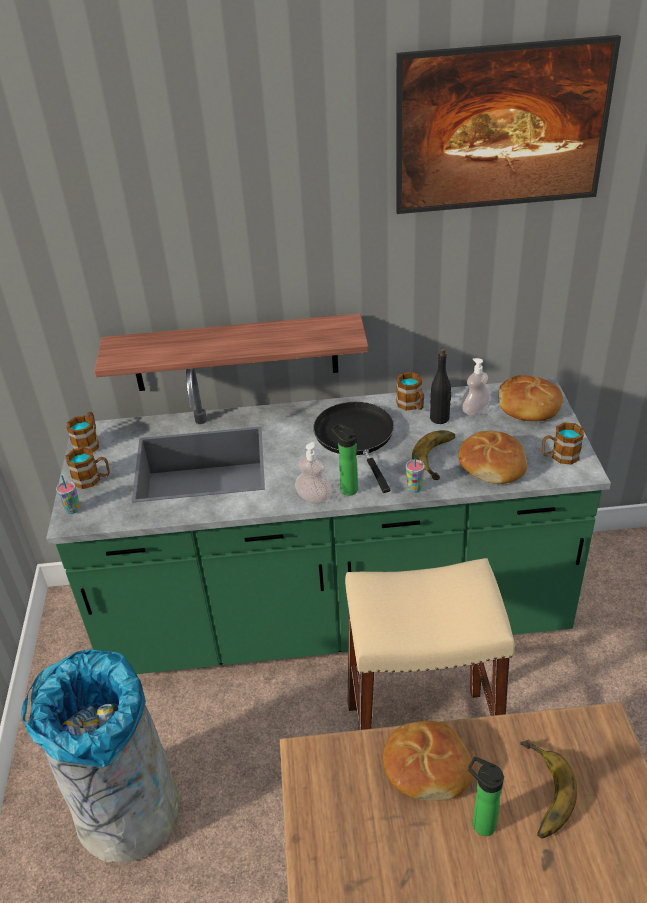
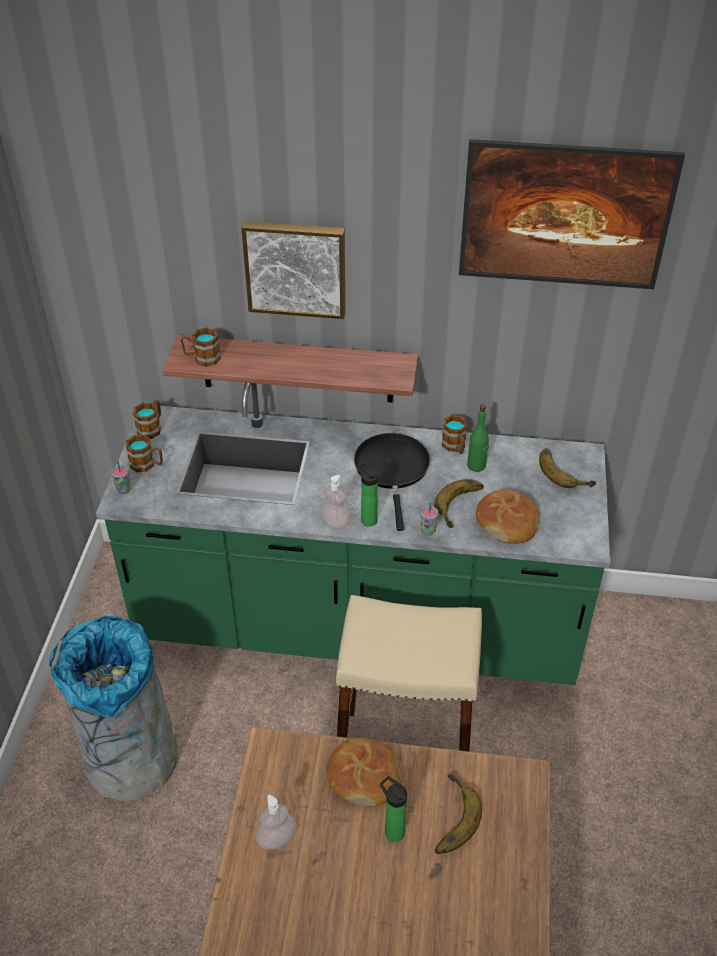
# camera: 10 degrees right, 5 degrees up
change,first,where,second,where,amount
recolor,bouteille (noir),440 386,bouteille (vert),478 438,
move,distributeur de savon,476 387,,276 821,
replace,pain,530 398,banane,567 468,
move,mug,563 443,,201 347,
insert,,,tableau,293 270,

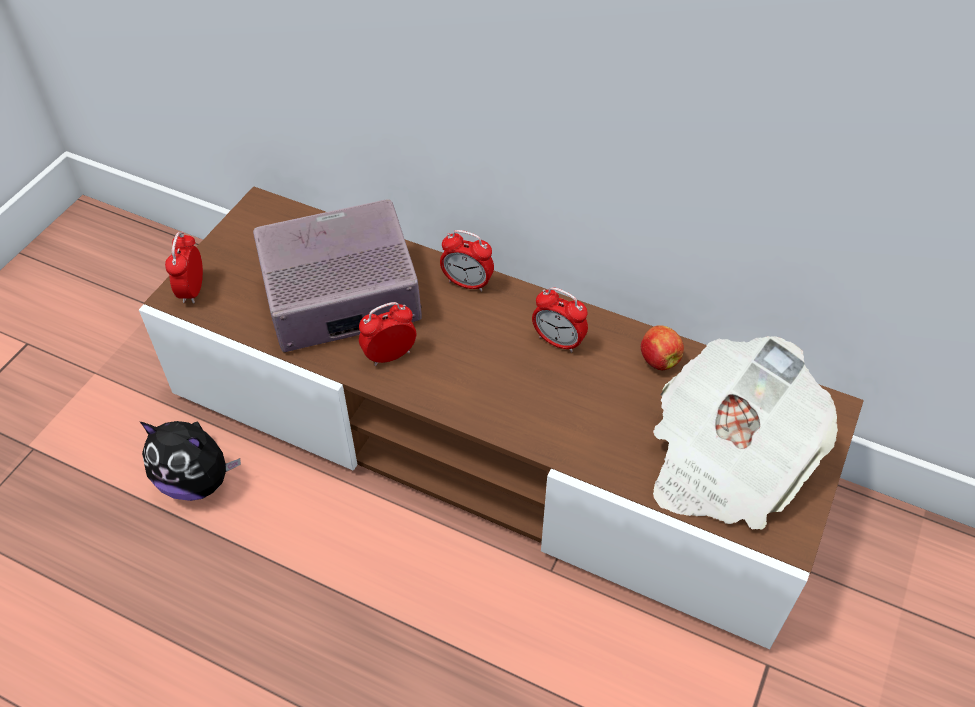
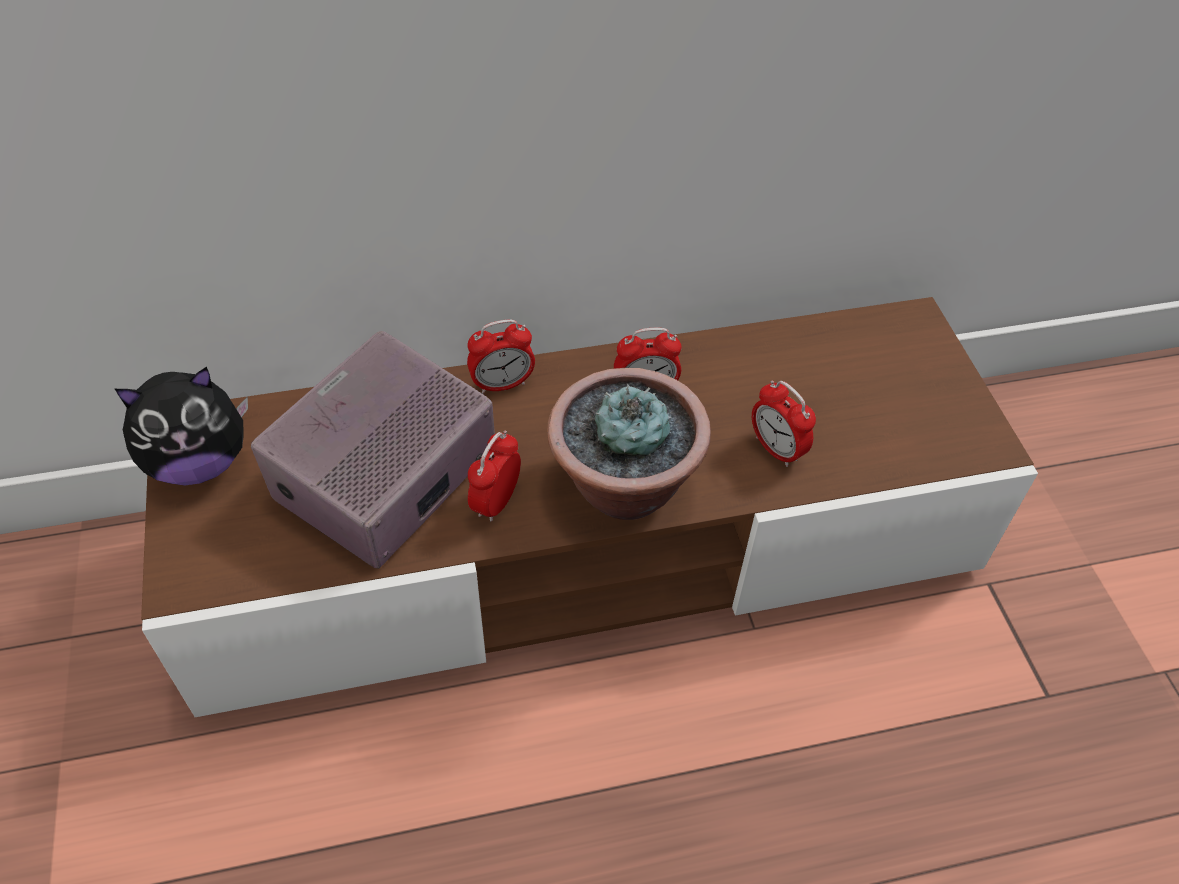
# camera: 40 degrees left, 0 degrees up
change,first,where,second,where,amount
move,peluche,190 461,,181 426,
move,réveil,184 267,,784 424,
delete,pomme,662 347,,,
delete,journal,745 433,,,
insert,,,plante en pot,629 444,

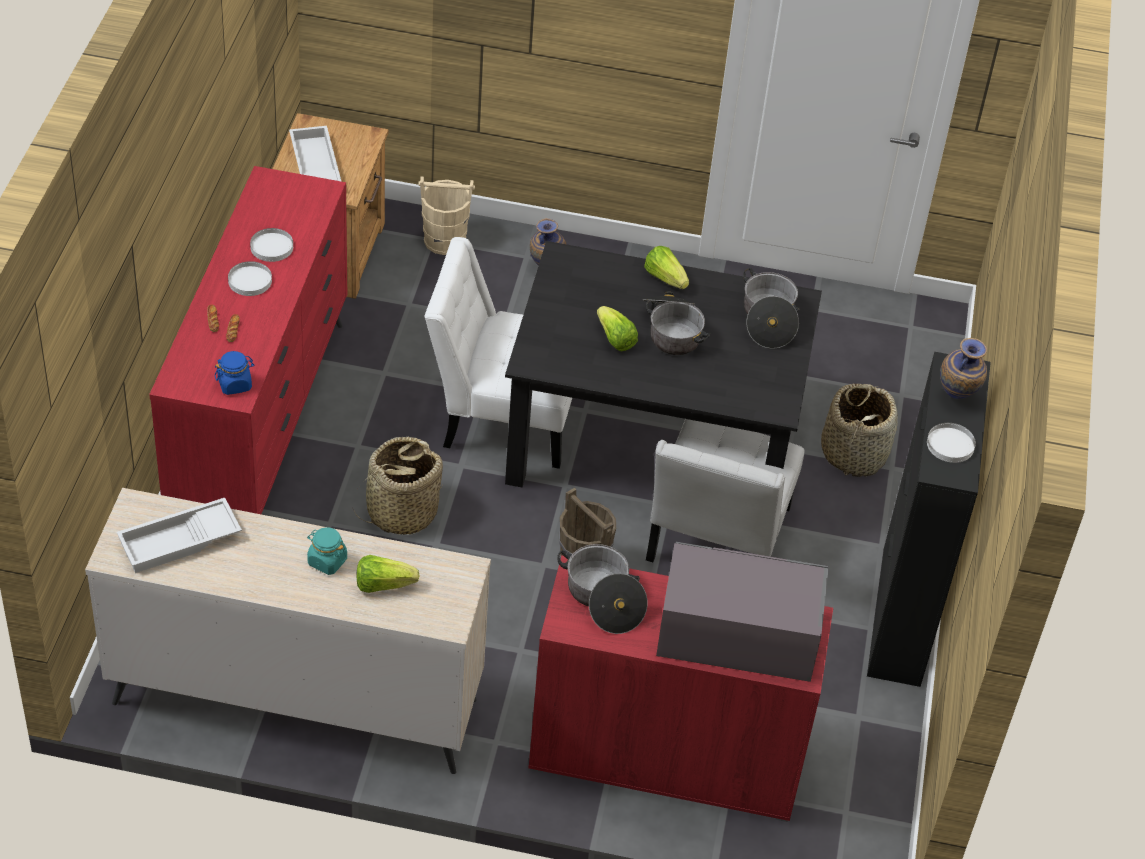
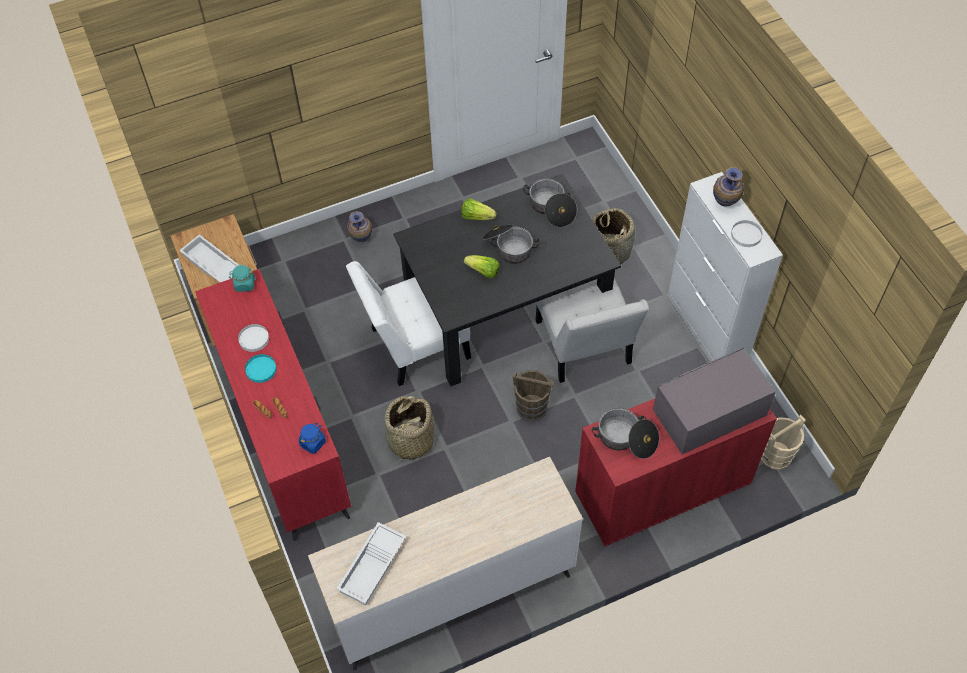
# camera: 30 degrees left, 10 degrees up
change,first,where,second,where,amount
recolor,assiette (blanc),250 278,assiette (turquoise),260 368,
move,bocal (turquoise),327 551,,242 278,
delete,laitue,388 574,,,
move,seau (beige),446 215,,783 442,
recolor,meuble de rangement (noir),929 519,meuble de rangement (blanc),725 267,

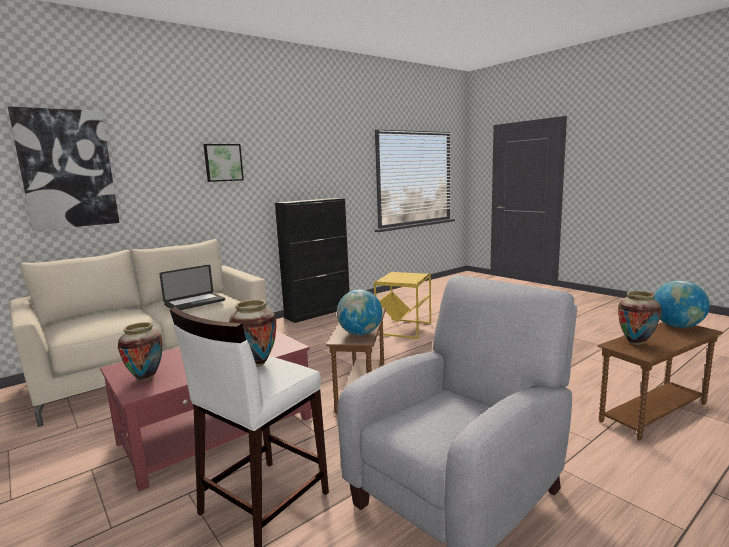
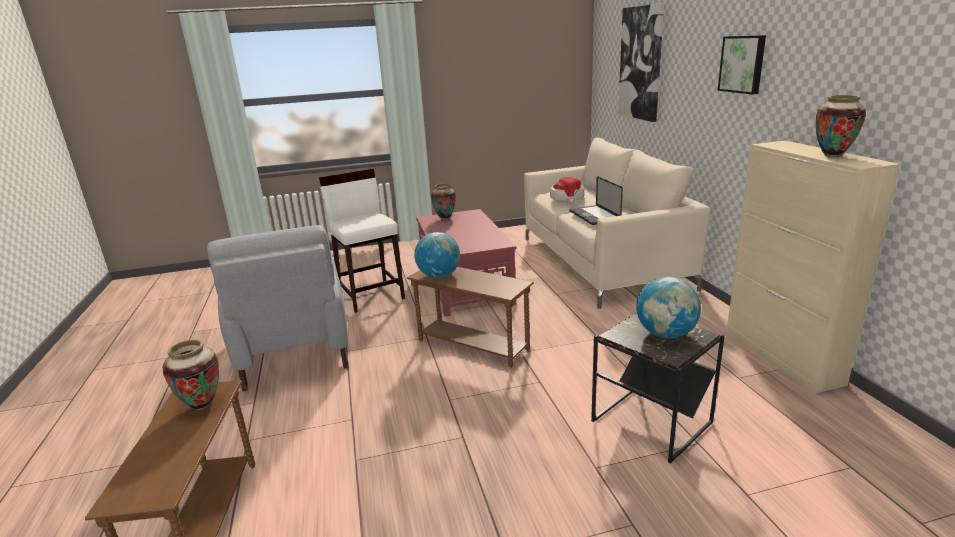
# camera: 115 degrees right, 10 degrees up
change,first,where,second,where,amount
move,vase,252 333,,841 126,
recolor,meuble de rangement (noir),312 260,meuble de rangement (beige),813 267,
recolor,table d'appoint (jaune),402 305,table d'appoint (noir),658 388,
move,globe,682 304,,668 307,
insert,,,chapeau,567 190,

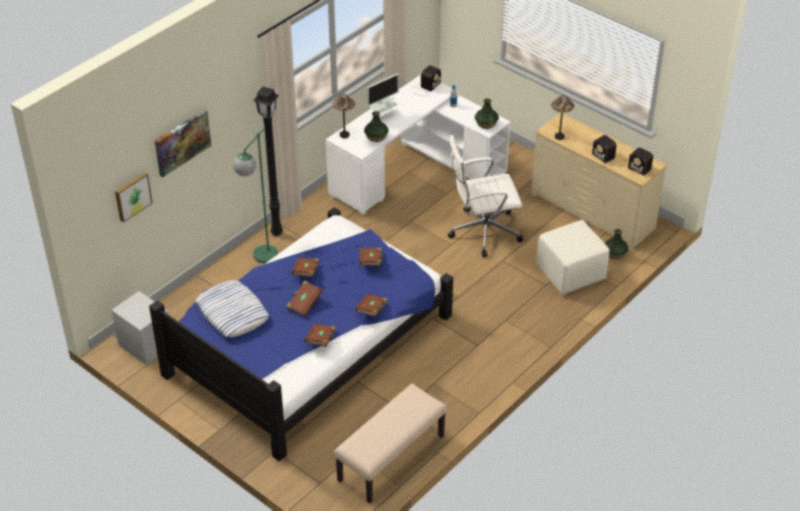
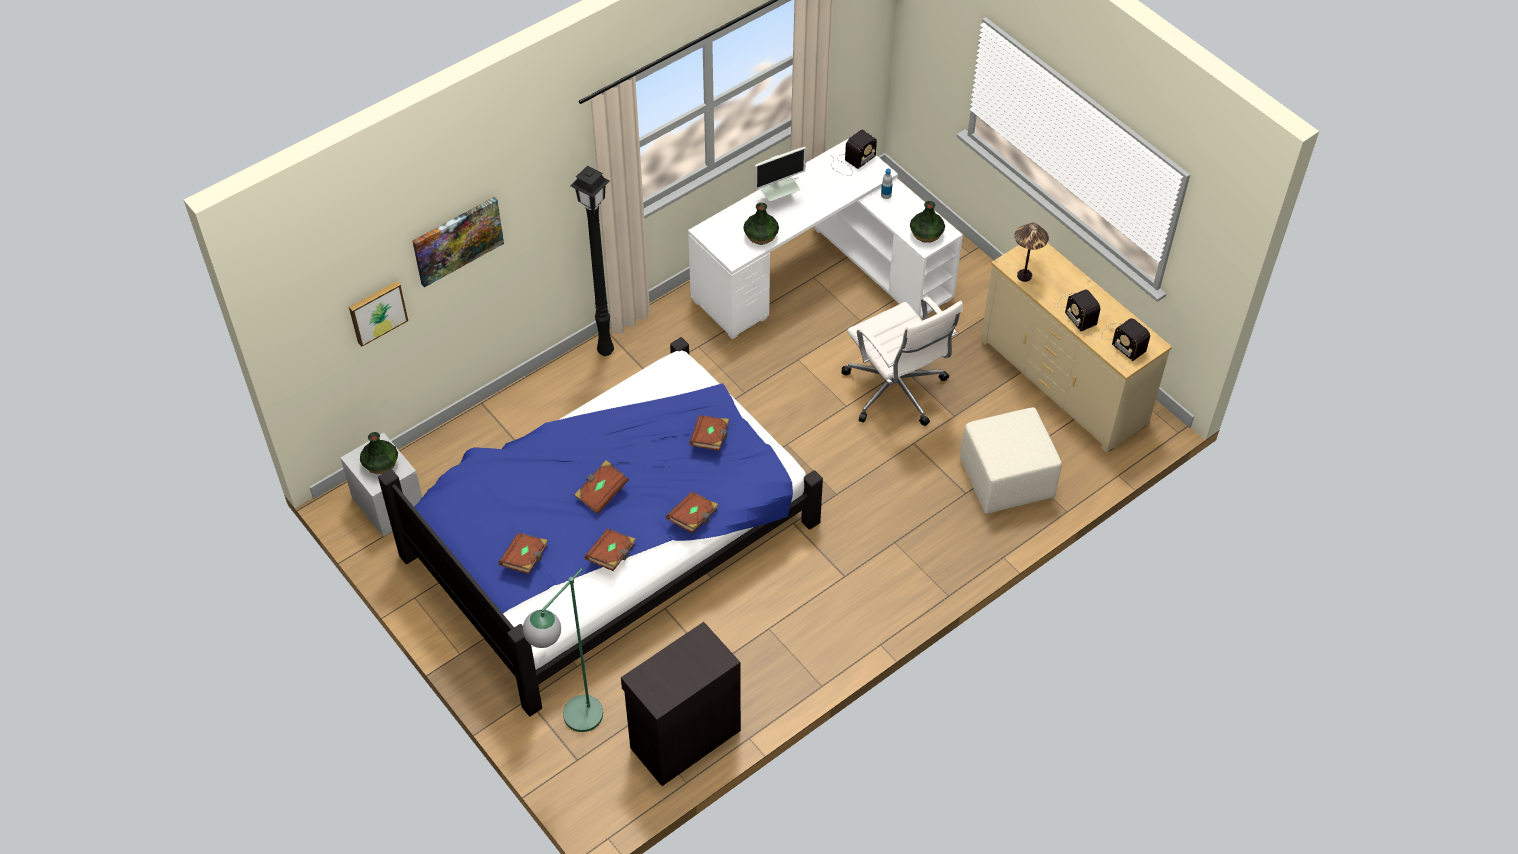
# camera: 10 degrees right, 10 degrees up
change,first,where,second,where,amount
delete,coussin,232 308,,,
move,lampadaire (vert),255 196,,563 650,
move,livre (marron),305 267,,523 553,
delete,lampe de table,343 116,,,
replace,banc (beige),390 444,meuble de rangement (noir),681 704,
rotate,chaise de bureau (blanc),485 196,,902 361,120 degrees counterclockwise
move,vase,616 244,,379 453,

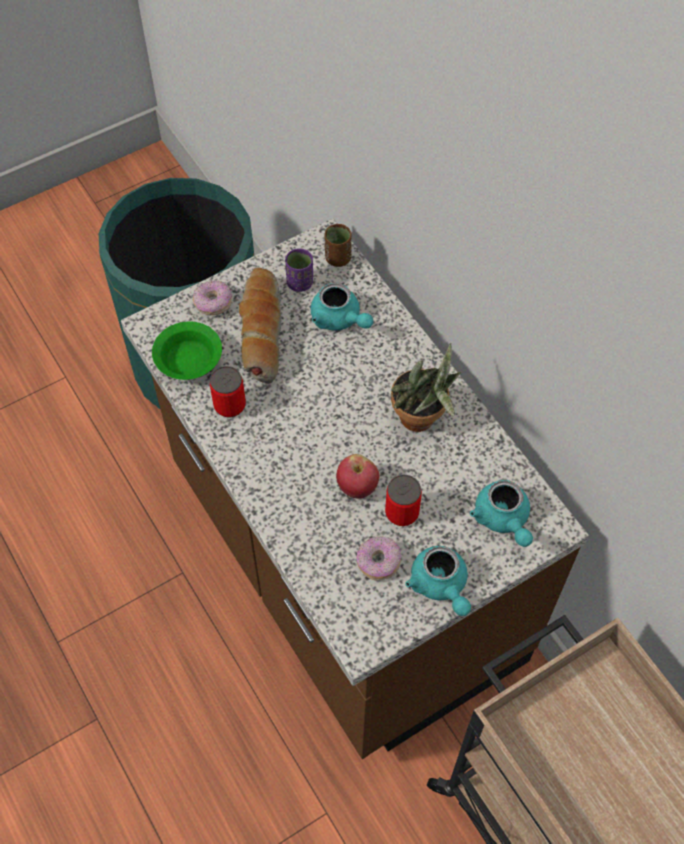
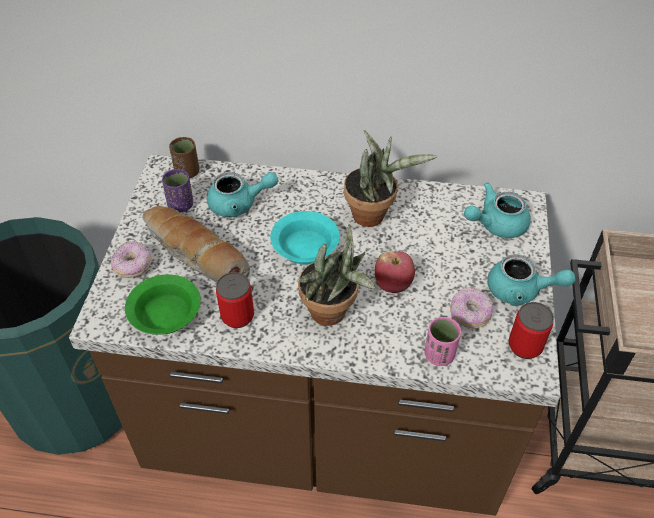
# camera: 50 degrees left, 10 degrees down
change,first,where,second,where,amount
move,boîte métallique,403 500,,531 330,
rotate,théière (turquoise),501 513,,497 210,135 degrees clockwise
insert,,,bol (turquoise),305 238,
insert,,,plante en pot,336 275,
insert,,,tasse (rose),443 341,

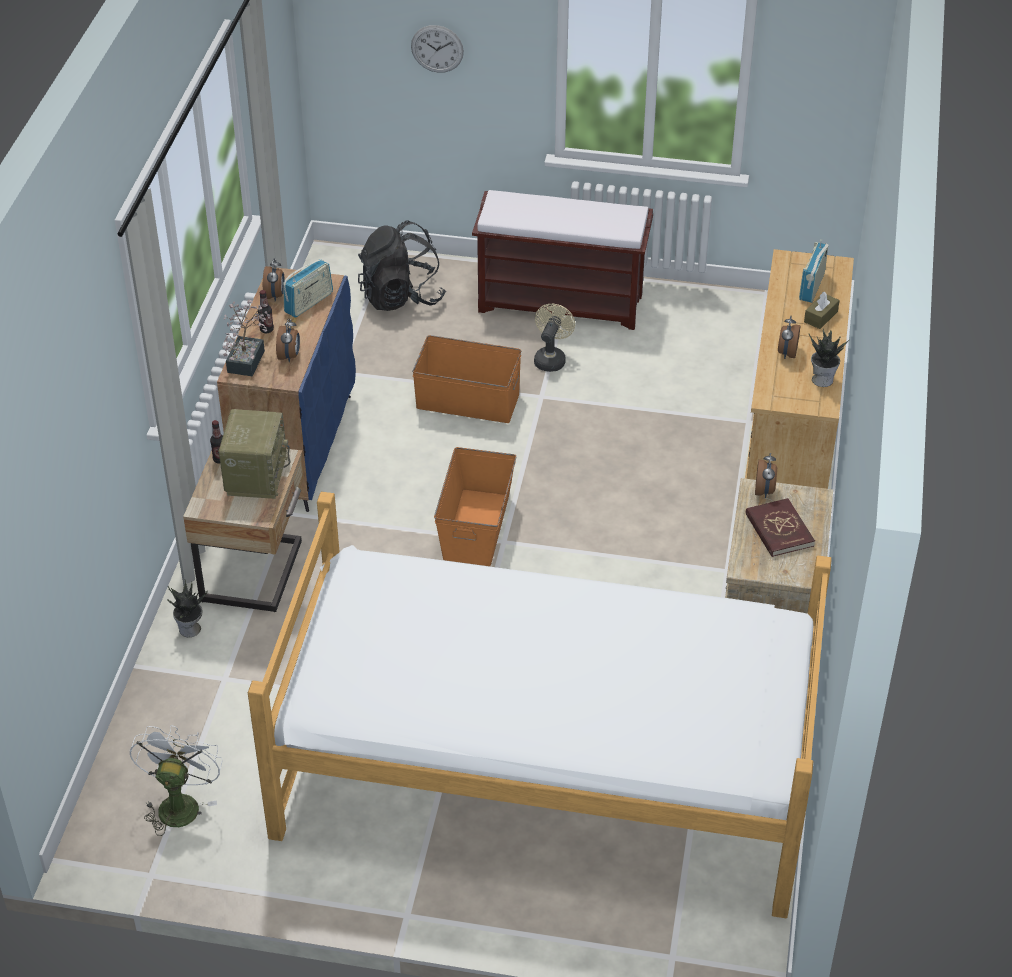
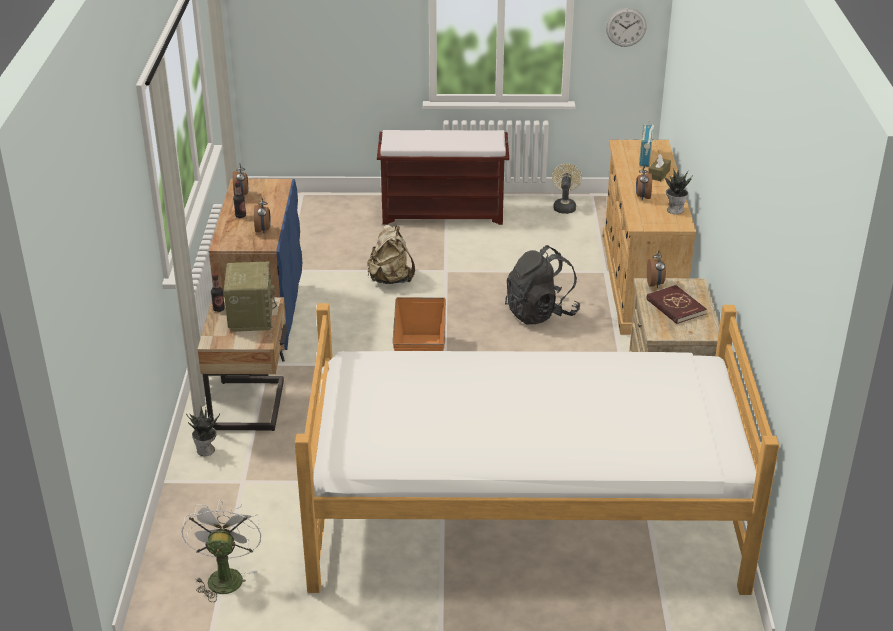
# camera: 10 degrees left, 10 degrees down
change,first,where,second,where,amount
delete,plante en pot,246 338,,,
delete,radio,308 288,,,
move,sac à dos (noir),402 265,,542 284,
move,horloge murale,437 49,,626 27,
replace,boîte de rangement (orange),466 379,sac à dos (beige),391 254,
move,ventilateur (beige),554 338,,567 188,

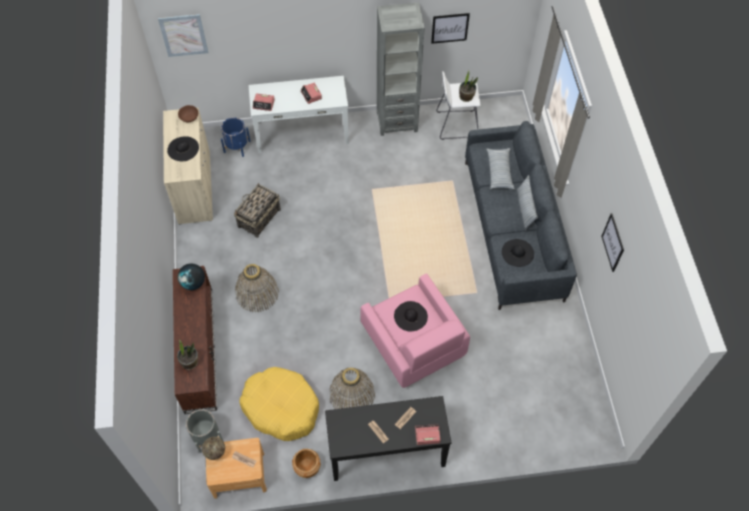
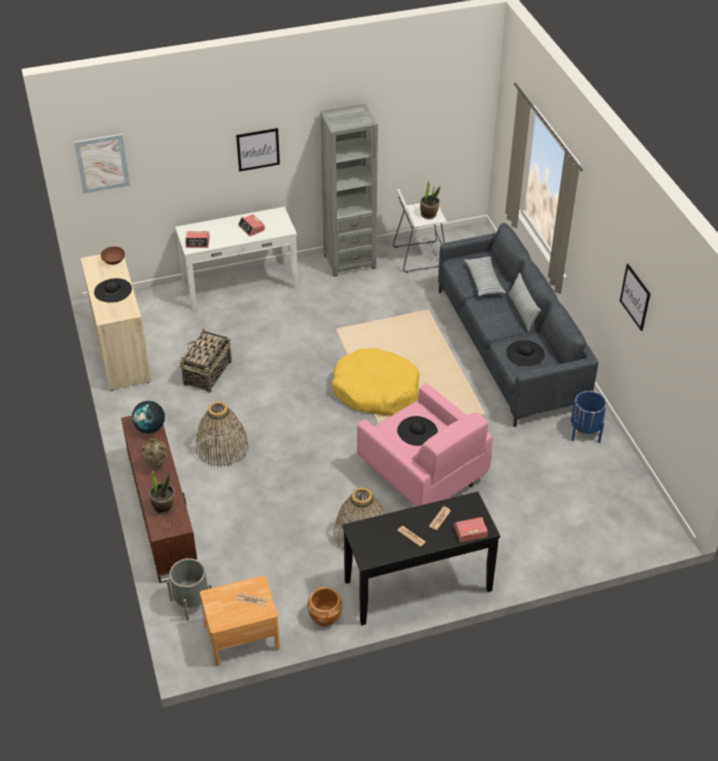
# camera: 10 degrees left, 15 degrees down
change,first,where,second,where,amount
move,vase (beige),213 448,,154 452,
move,cache-pot (bleu),235 137,,589 417,
move,panier pour chien (jaune),279 404,,375 382,
move,tableau,450 28,,258 150,

